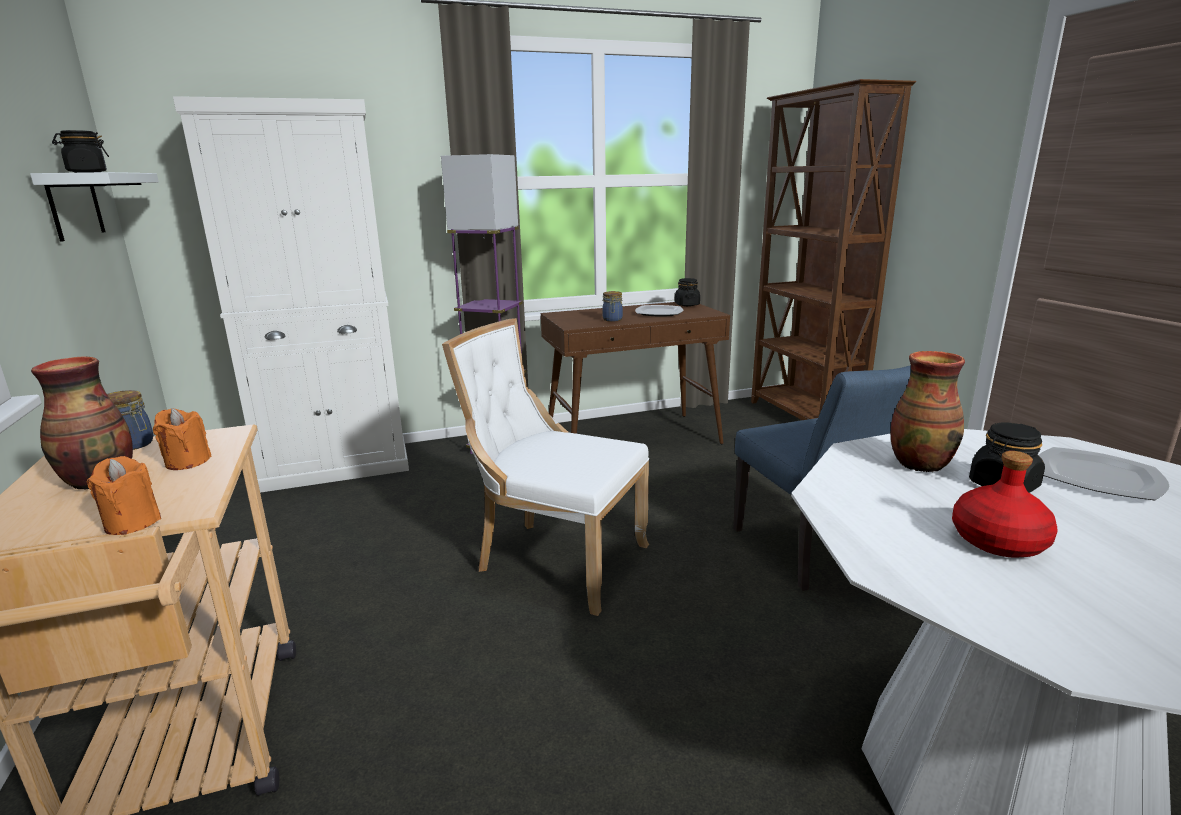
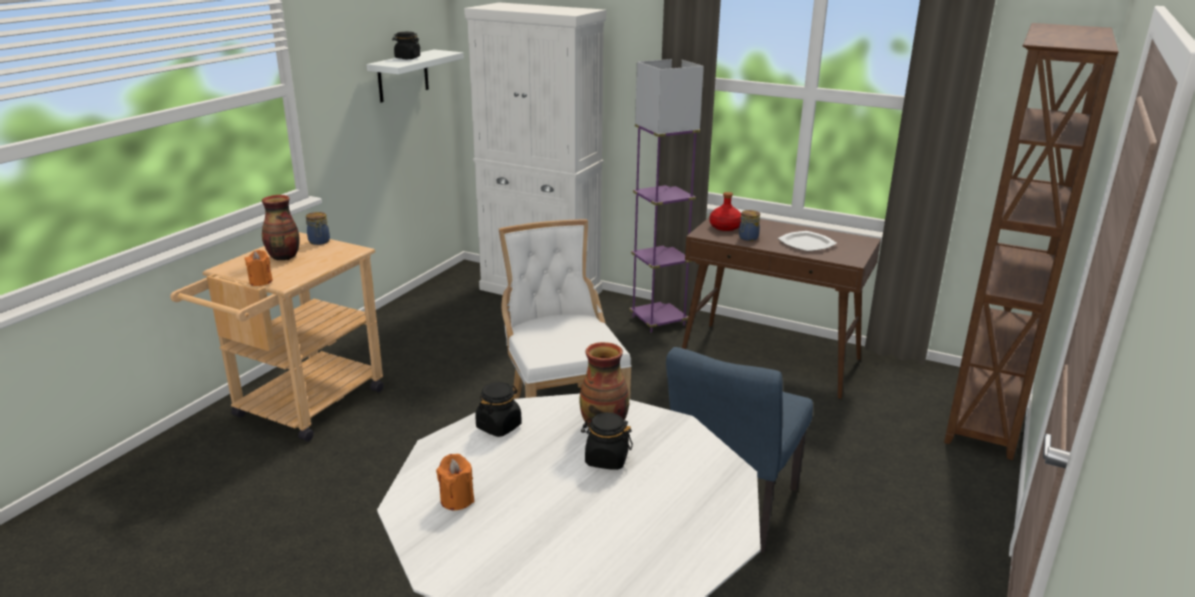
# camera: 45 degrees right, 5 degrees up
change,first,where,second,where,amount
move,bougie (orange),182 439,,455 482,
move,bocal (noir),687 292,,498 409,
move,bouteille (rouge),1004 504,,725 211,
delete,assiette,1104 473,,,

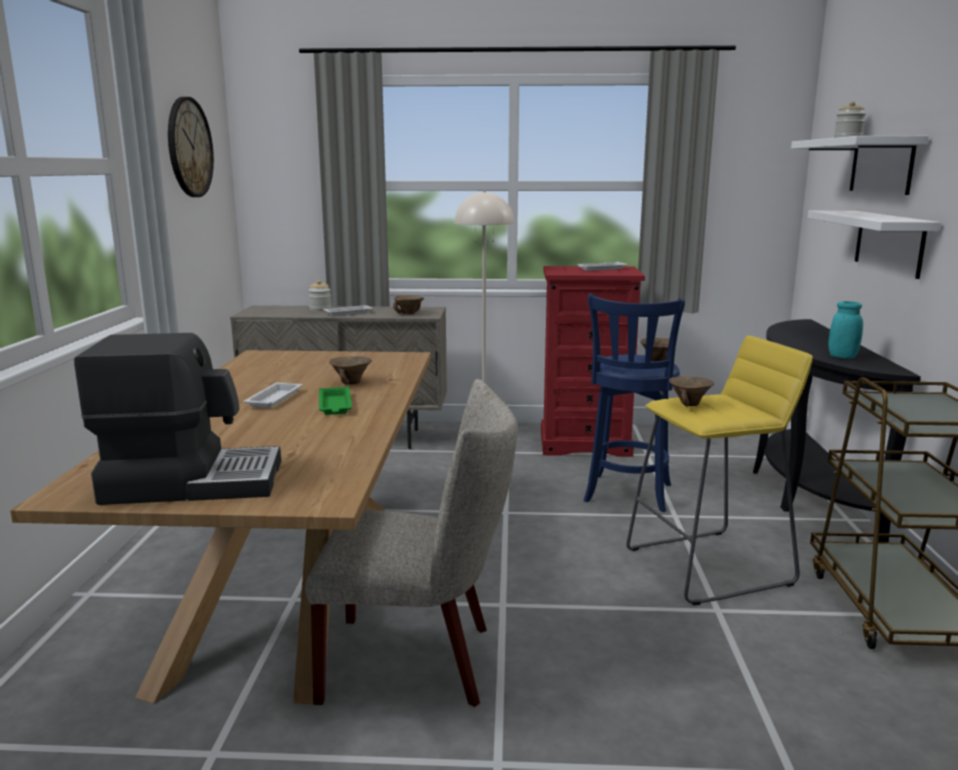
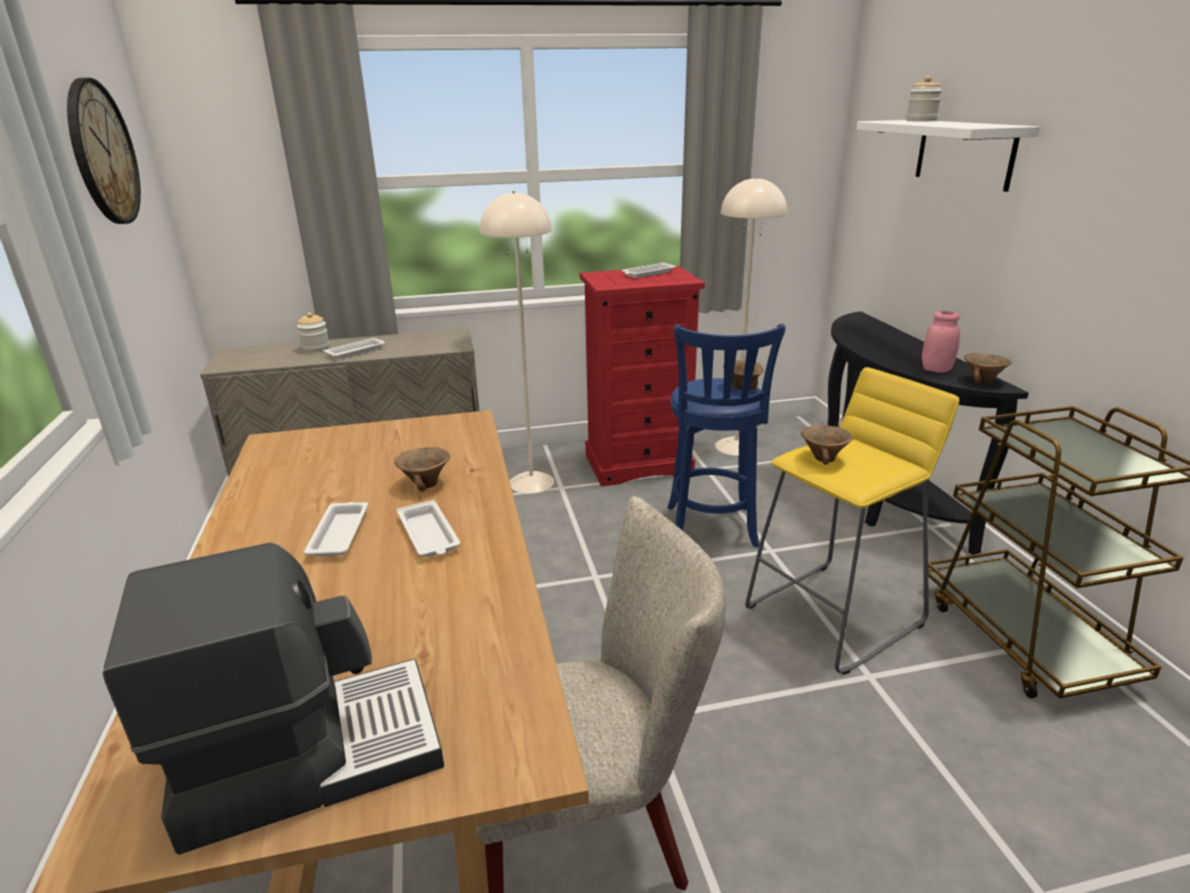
# camera: 15 degrees left, 10 degrees up
change,first,where,second,where,amount
recolor,plateau (vert),335 401,plateau (blanc),428 528,
move,bol (marron),408 304,,987 368,
delete,étagère (blanc),873 245,,,
recolor,bocal (turquoise),845 330,bocal (rose),941 342,
insert,,,lampadaire (beige),751 316,

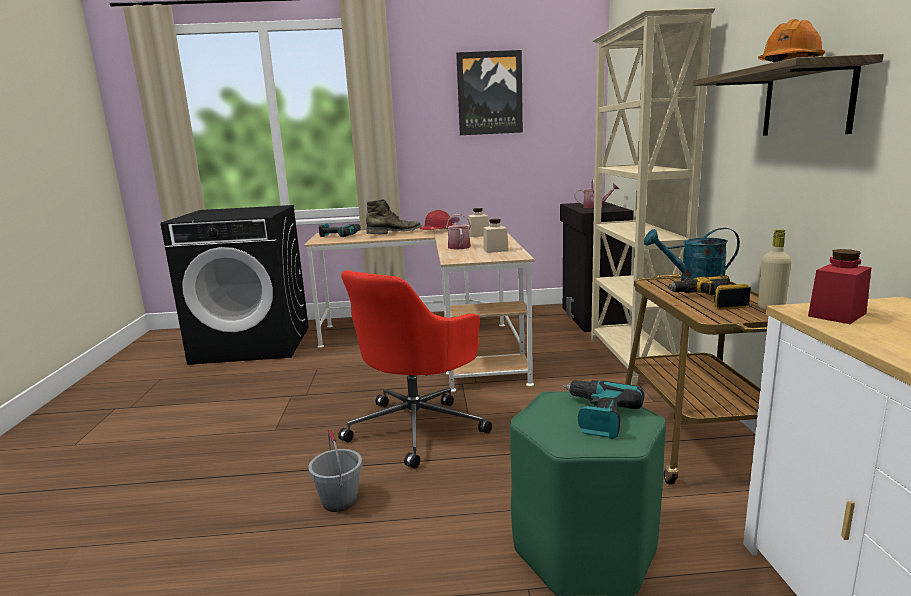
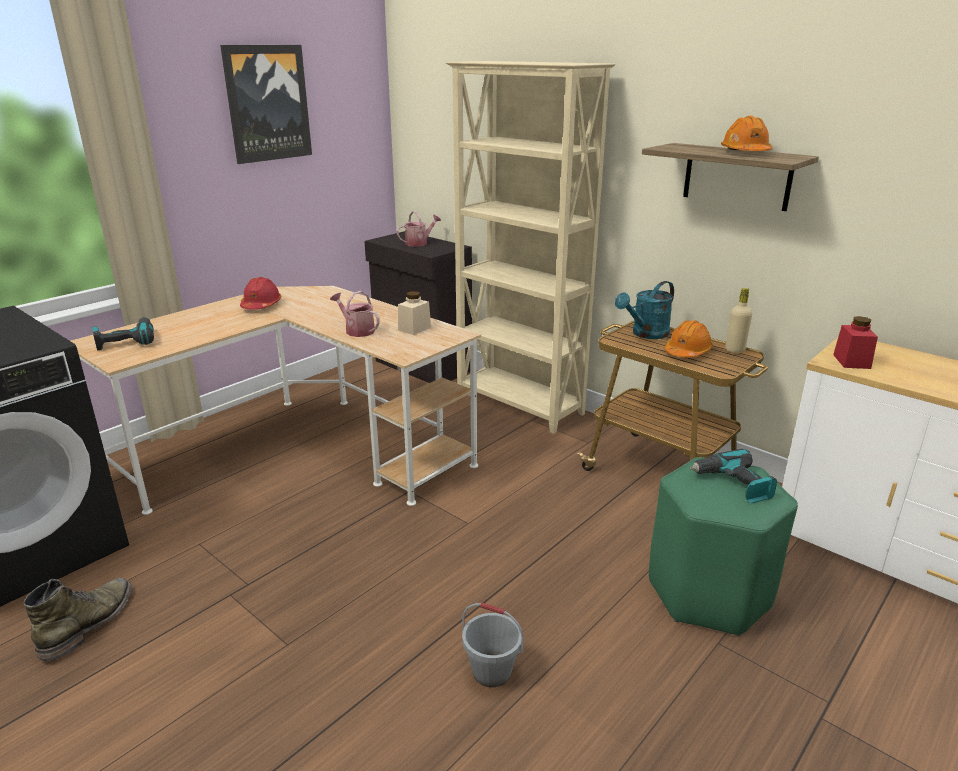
# camera: 45 degrees left, 10 degrees up
change,first,where,second,where,amount
delete,chaise de bureau (rouge),415 369,,,
move,botte (vert),393 216,,78 619,
delete,bocal (beige),478 222,,,
replace,perceuse,709 292,casque de chantier (orange),688 339,

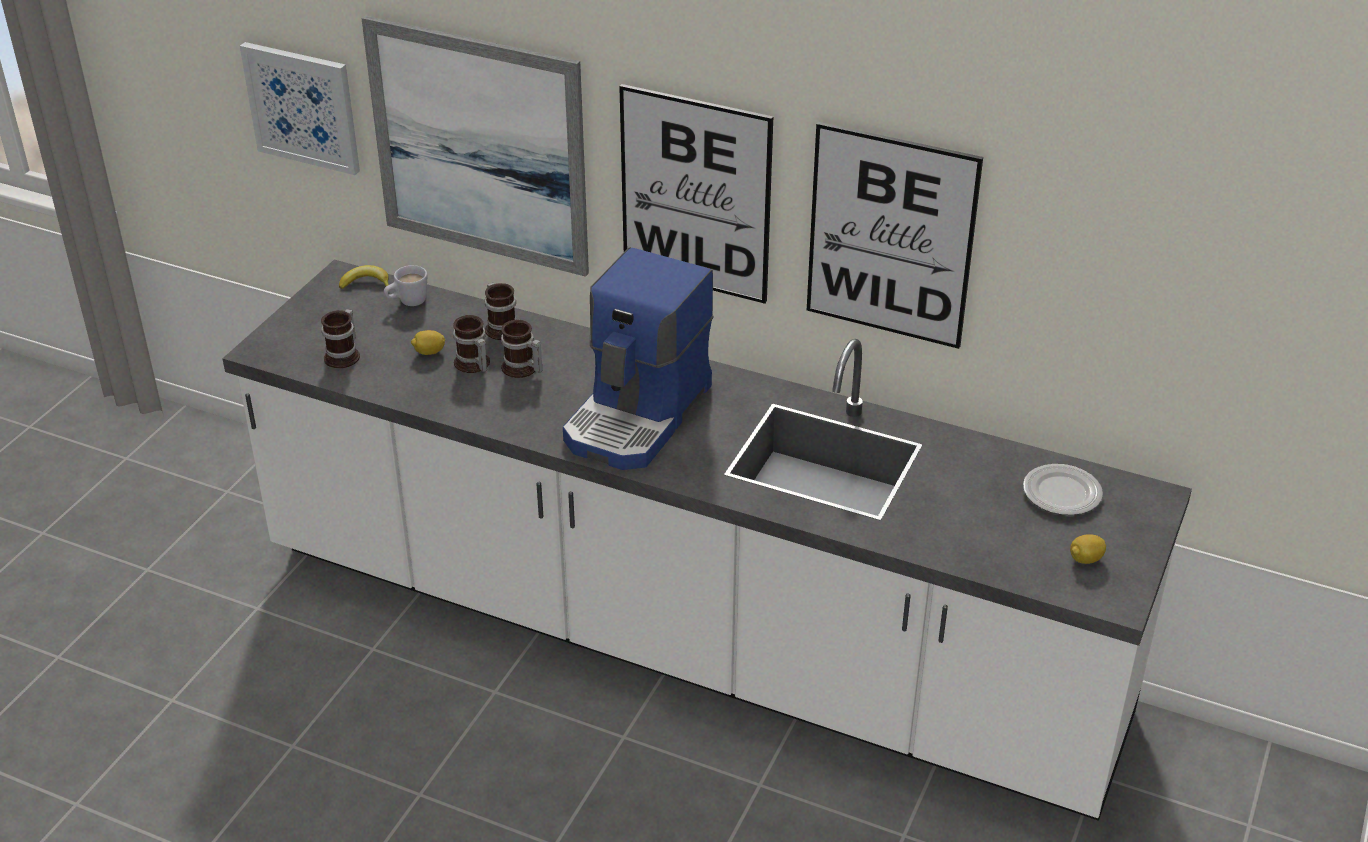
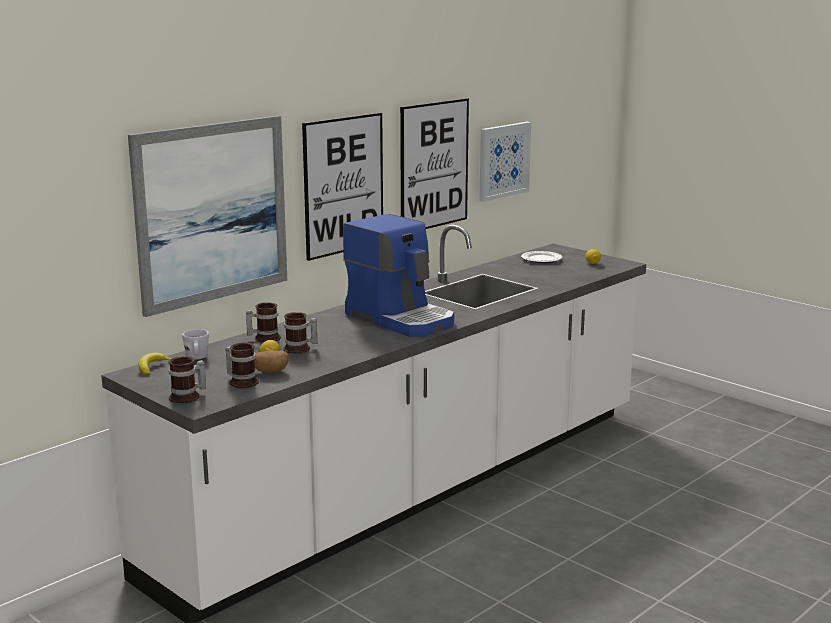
# camera: 70 degrees left, 20 degrees down
change,first,where,second,where,amount
move,tableau,300 108,,505 162,
move,mug,521 349,,187 379,
insert,,,pomme de terre,271 361,

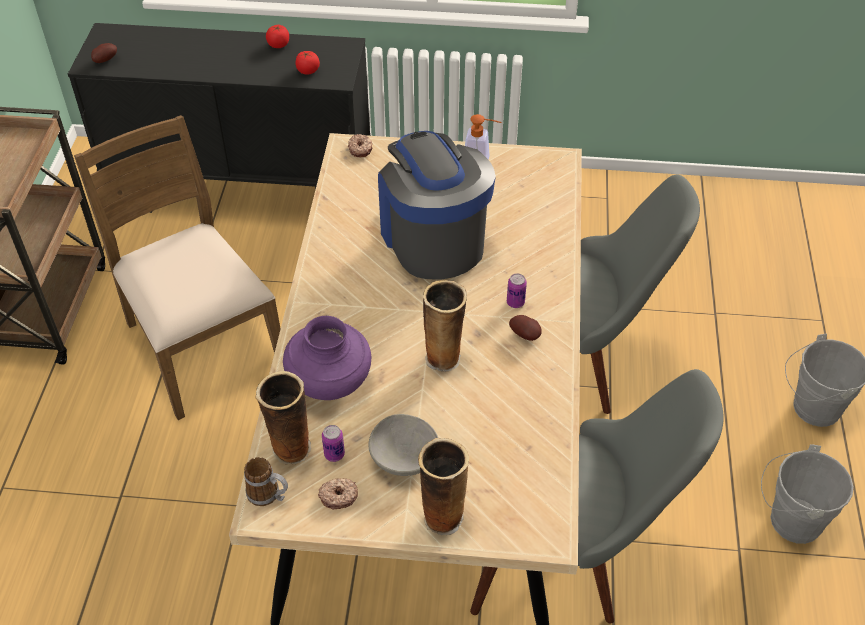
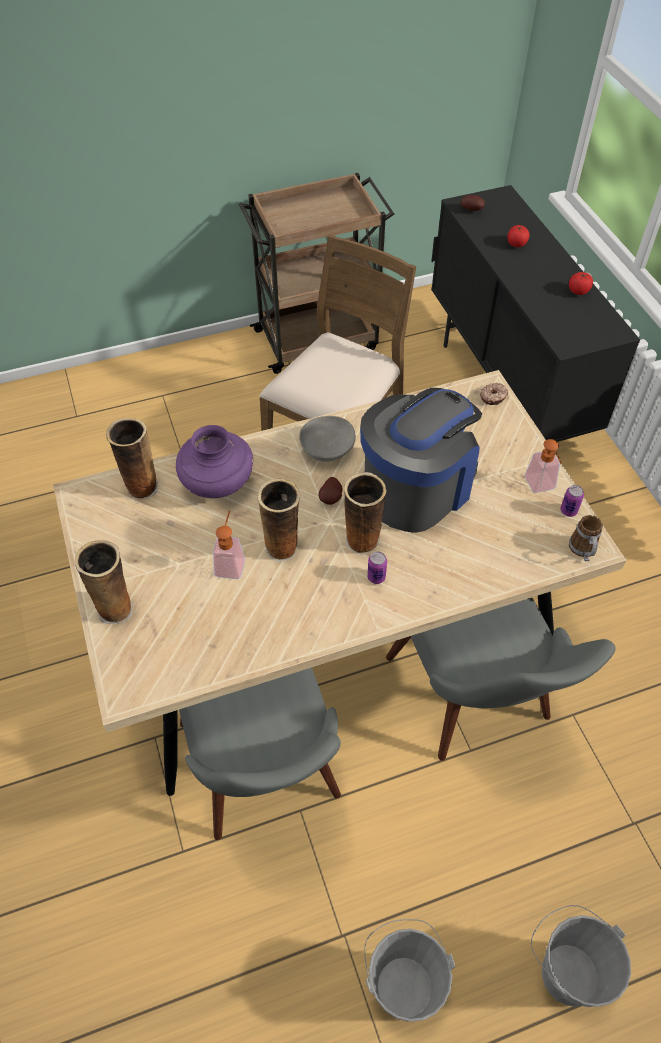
# camera: 65 degrees right, 5 degrees up
change,first,where,second,where,amount
move,mug,266 481,,586 538,
move,tomate,307 63,,518 236,
delete,beignet,338 493,,,
move,boîte métallique,333 443,,572 501,
move,bol (gris),403 445,,327 439,
move,pomme de terre,525 328,,330 491,
insert,,,distributeur de savon,229 545,
insert,,,vase,365 513,

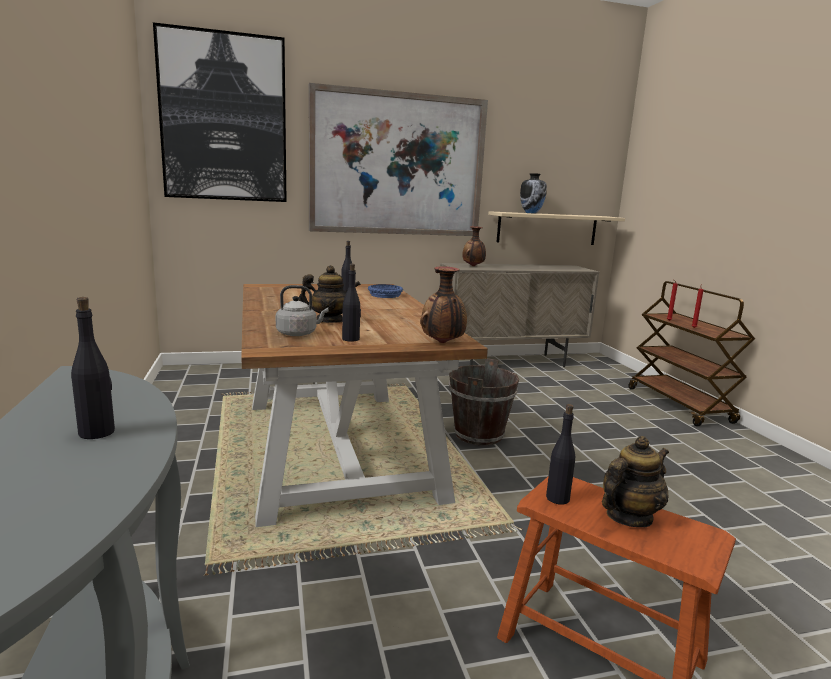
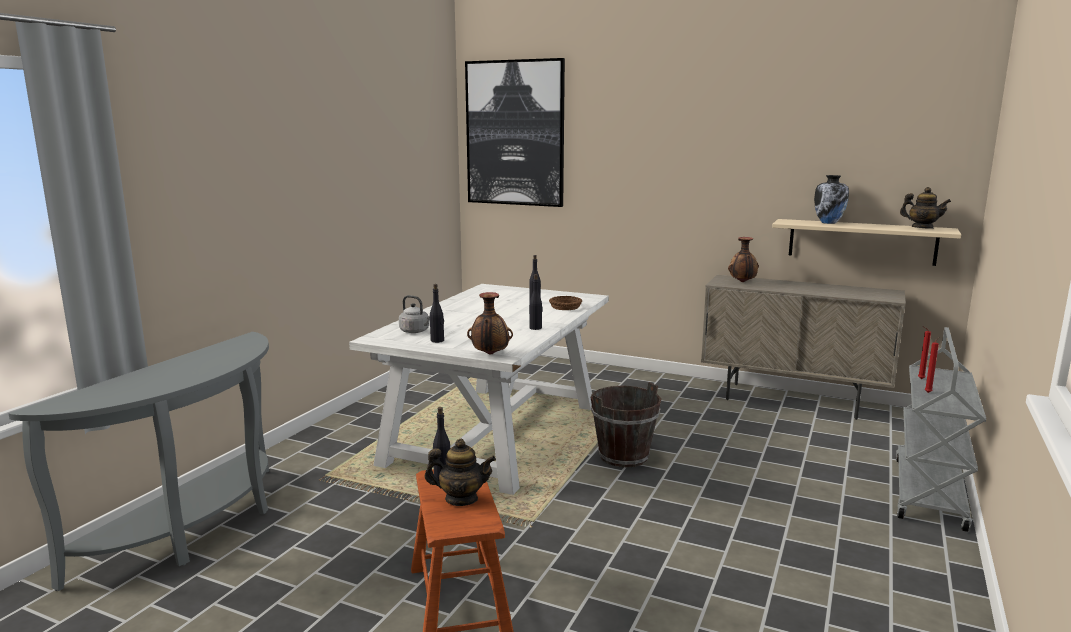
# camera: 40 degrees right, 0 degrees up
change,first,where,second,where,amount
move,bouteille (noir),93 368,,536 302,
recolor,table à manger (marron),364 405,table à manger (blanc),479 389,
move,théière,329 294,,925 208,
delete,tableau,398 159,,,
recolor,bol (bleu),385 291,bol (marron),565 303,
recolor,chariot (marron),691 353,chariot (gris),941 429,

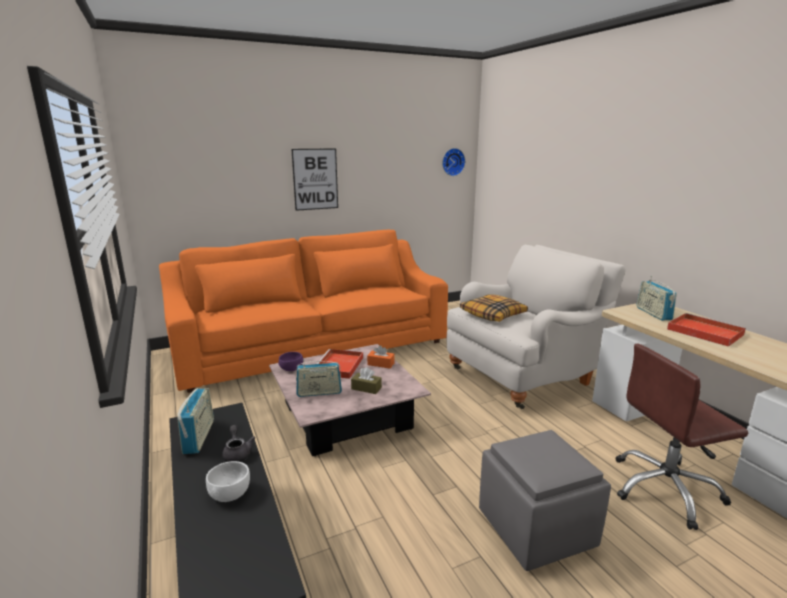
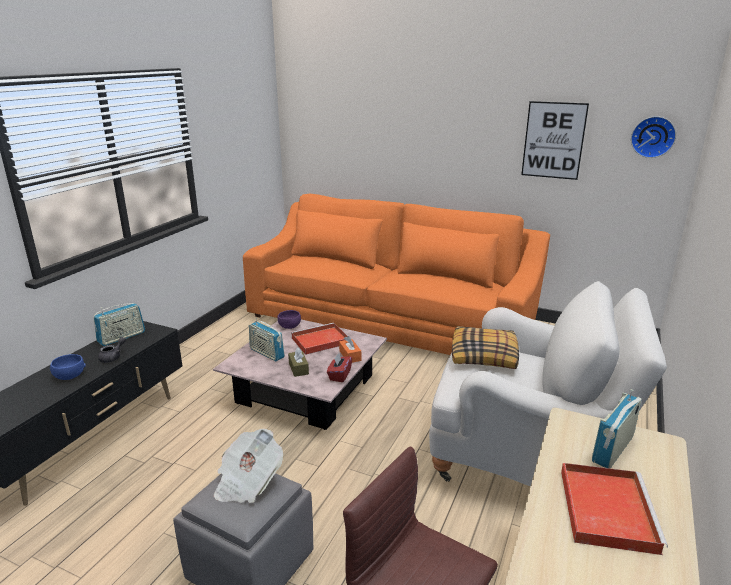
# camera: 50 degrees right, 5 degrees up
change,first,where,second,where,amount
recolor,bol (blanc),228 481,bol (bleu),68 367,
move,tableau,314 179,,555 140,
insert,,,journal,248 466,
insert,,,boîte à mouchoirs (rouge),339 367,

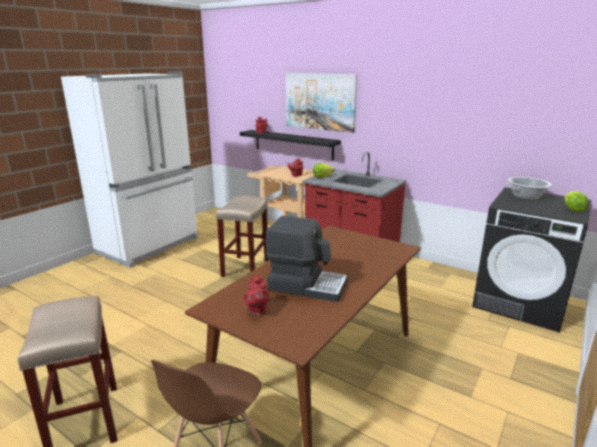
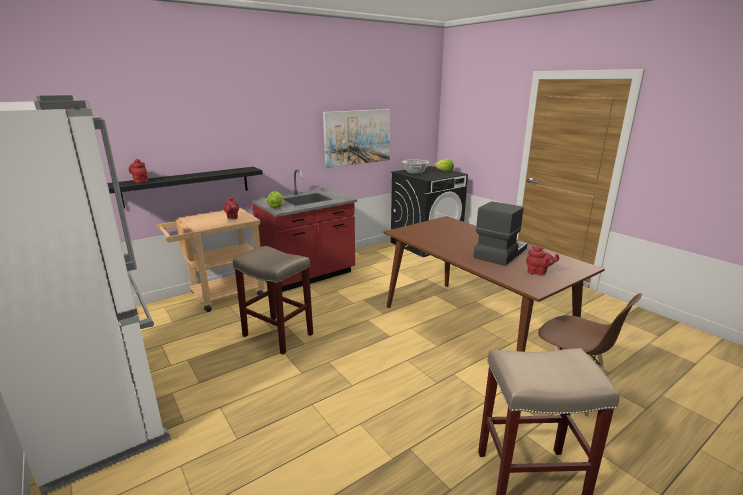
# camera: 70 degrees left, 0 degrees up
change,first,where,second,where,amount
move,tableau,321 103,,356 138,

